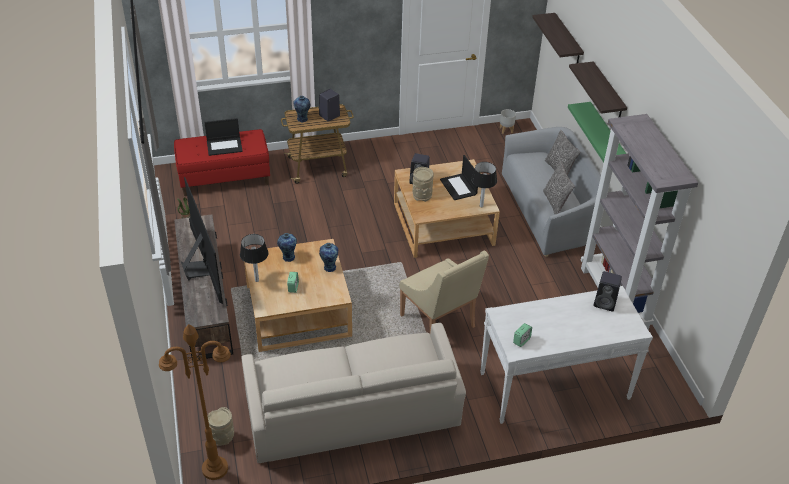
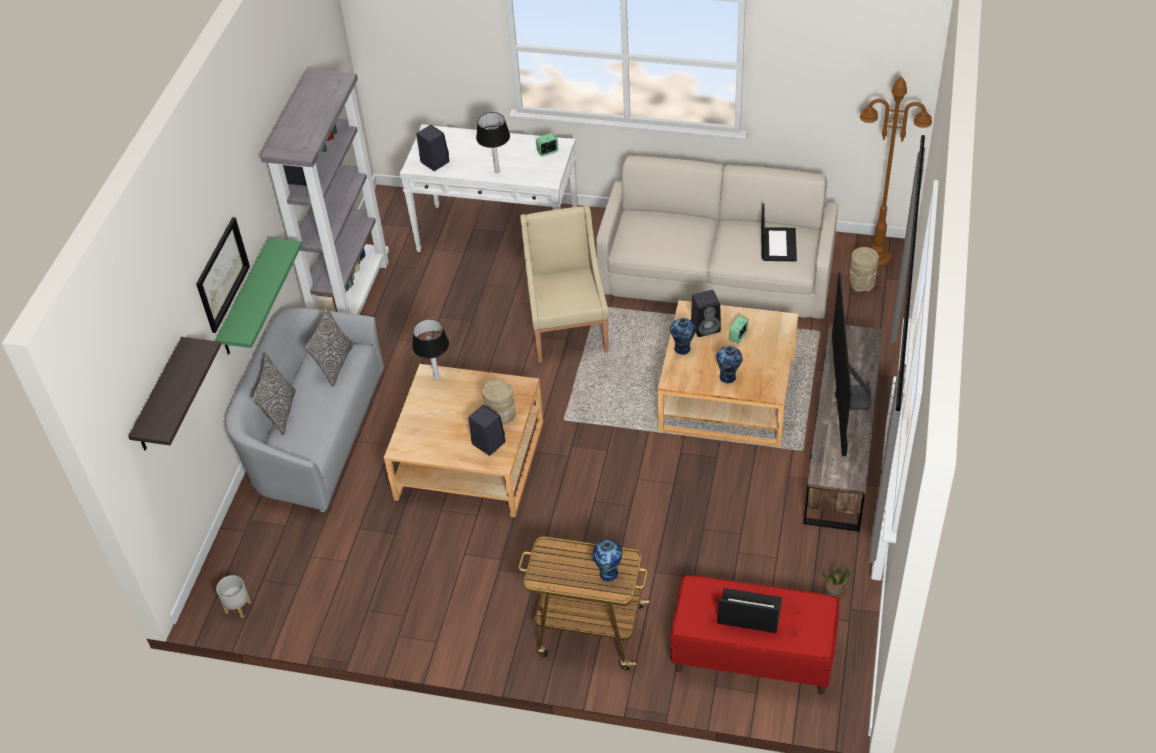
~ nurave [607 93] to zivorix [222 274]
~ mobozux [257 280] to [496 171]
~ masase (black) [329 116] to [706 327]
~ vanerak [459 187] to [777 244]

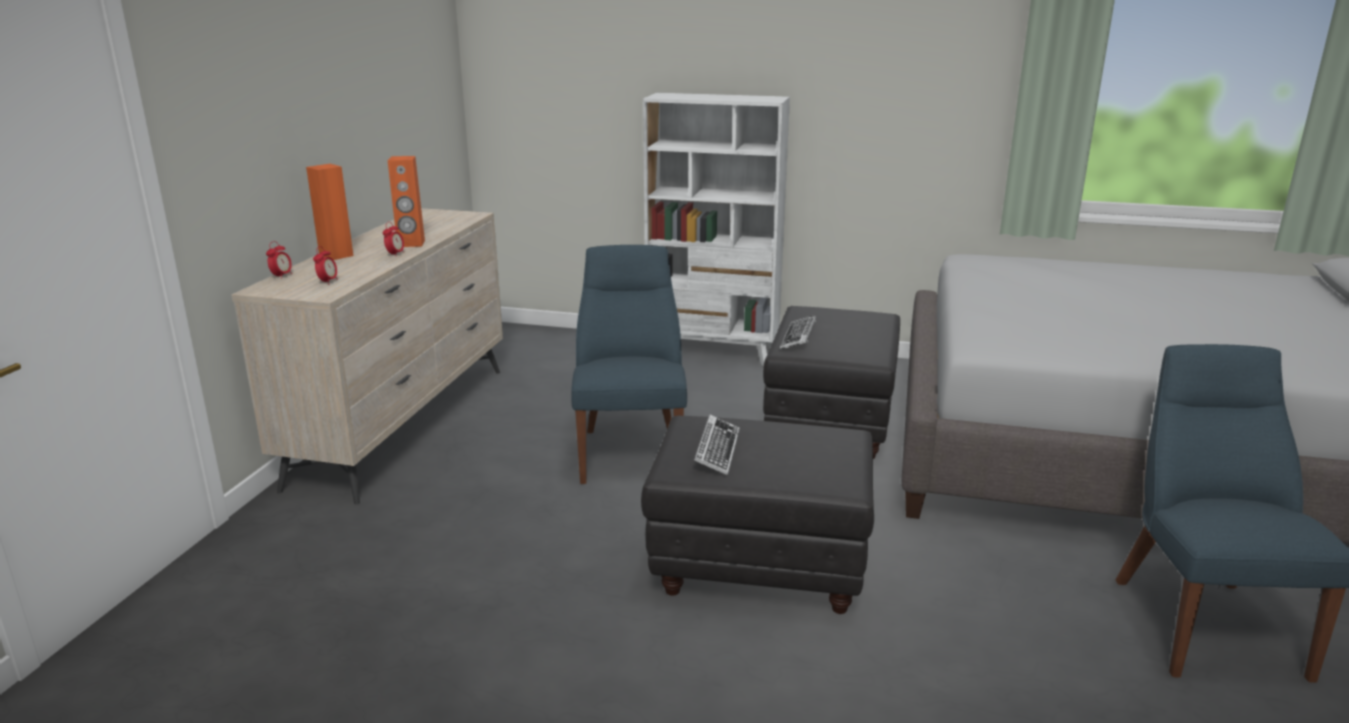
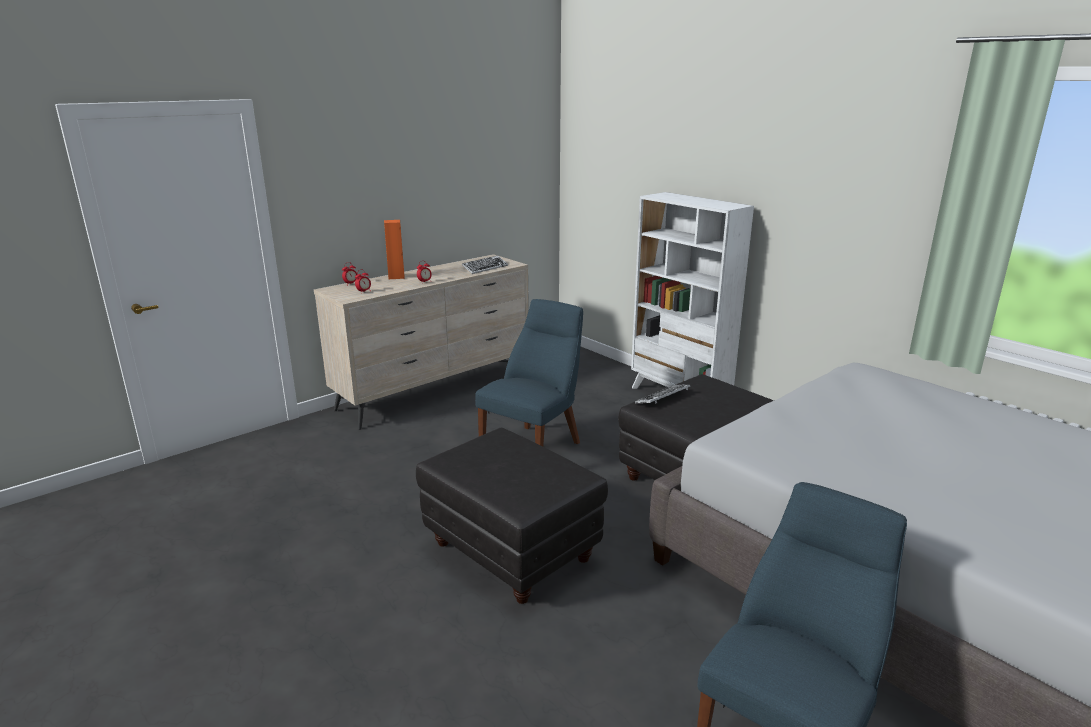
~ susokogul [716 450] to [485 268]
- masase (orange) [411 244]

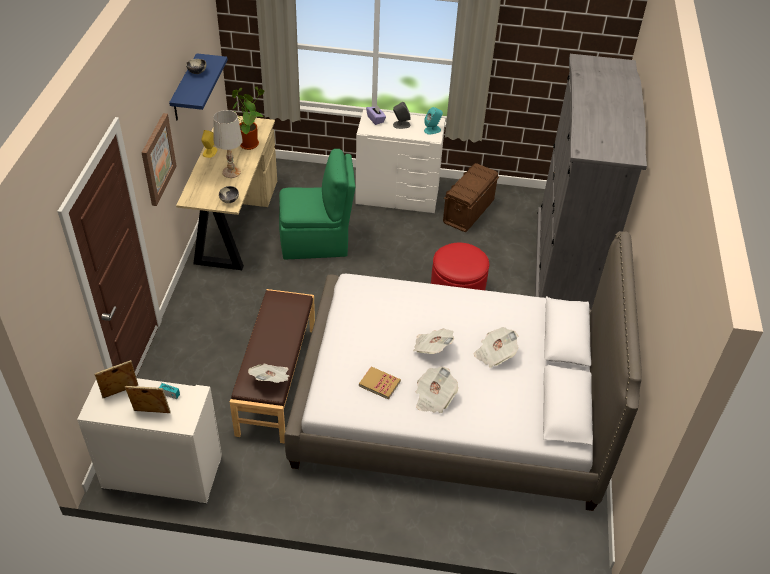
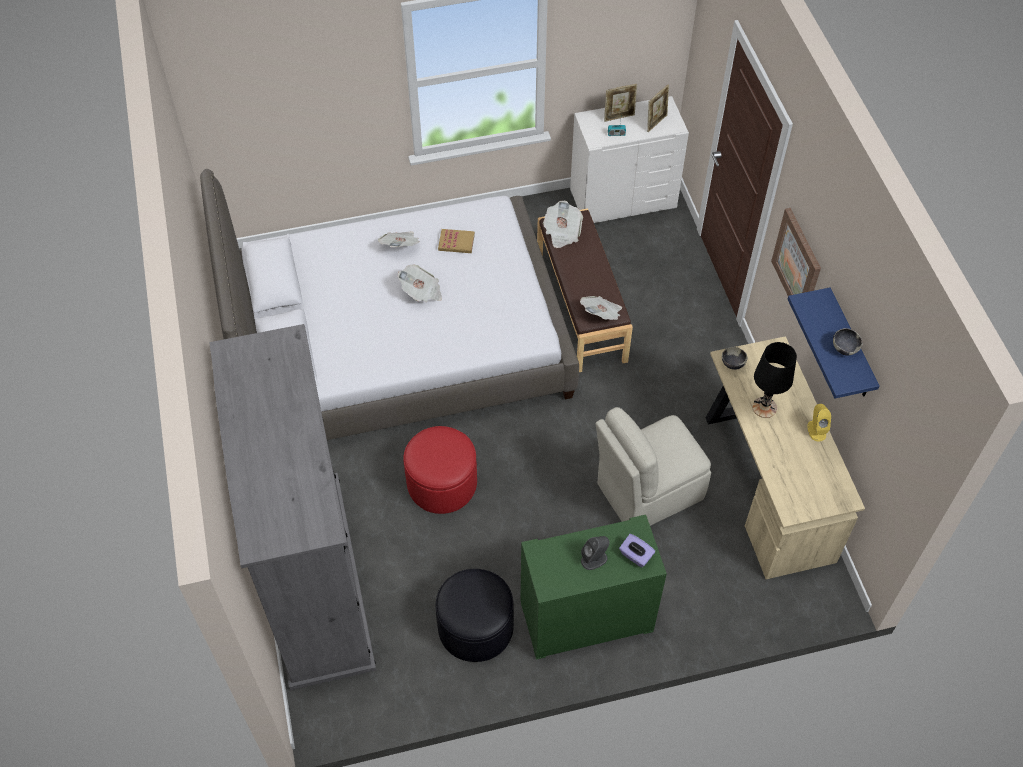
~ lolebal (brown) [468 212] to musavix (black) [475 627]
~ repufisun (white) [397 196] to repufisun (green) [586 618]
~ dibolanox [494 354] to [602 314]
~ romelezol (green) [316 242] to romelezol (beige) [647 492]
~ mobozux (white) [231 172] to mobozux (black) [764 407]
- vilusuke [248 143]
- masase (turquoise) [432 130]

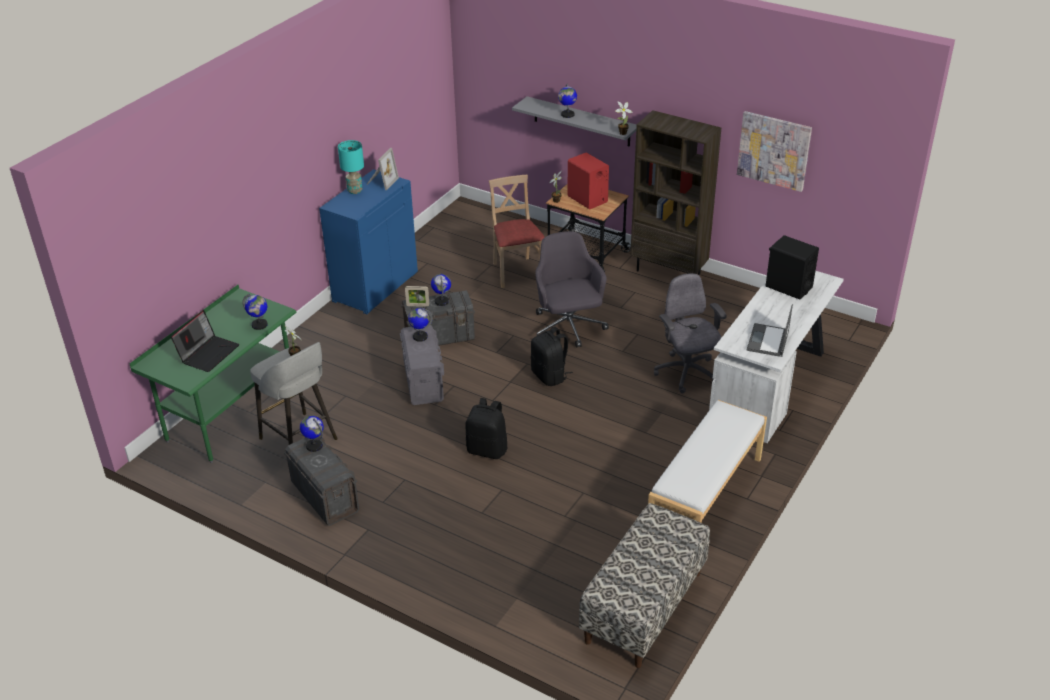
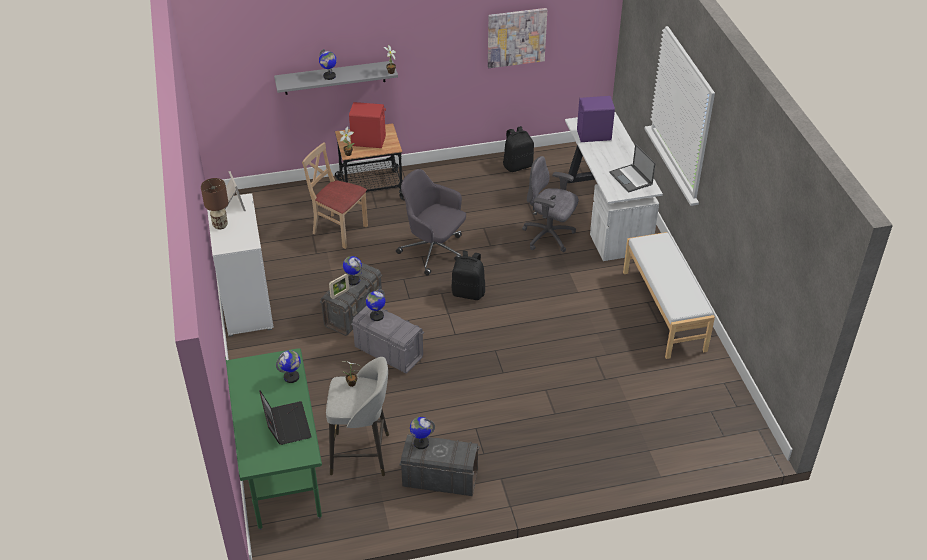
~ mobozux (turquoise) [354 191] to mobozux (brown) [220 225]
~ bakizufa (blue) [375 286] to bakizufa (white) [246 304]
~ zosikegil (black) [487 449] to [517 165]
~ masase (black) [788 287] to masase (purple) [593 135]
- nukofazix [644 607]
- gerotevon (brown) [669 272]

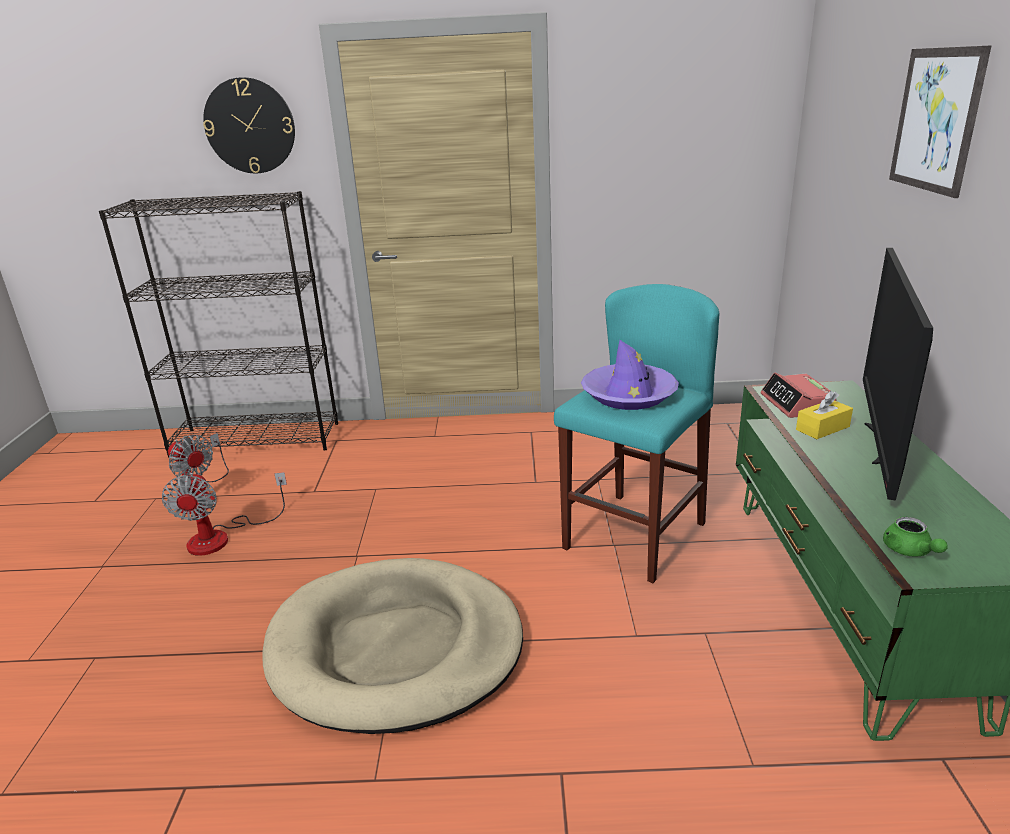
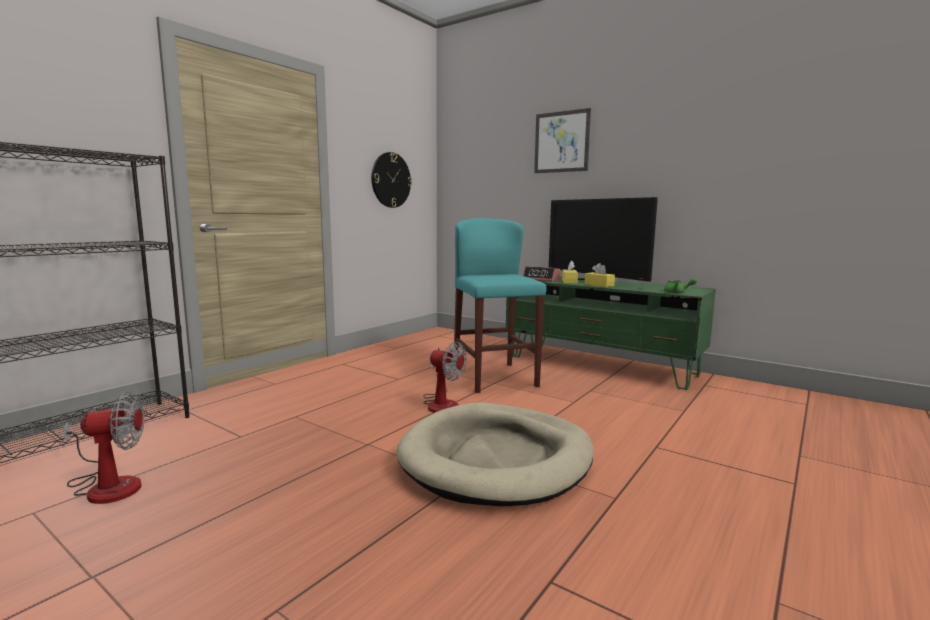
~ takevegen [250 126] to [391 180]
~ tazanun [222 537] to [441 403]
+ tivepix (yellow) [599 285]
- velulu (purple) [629 395]

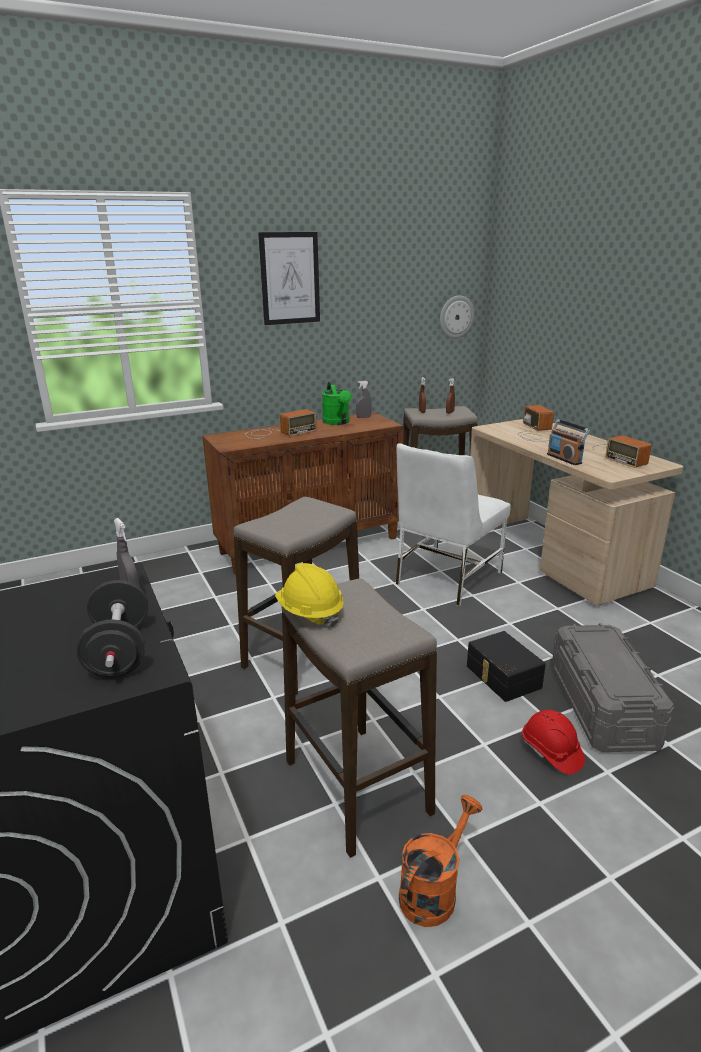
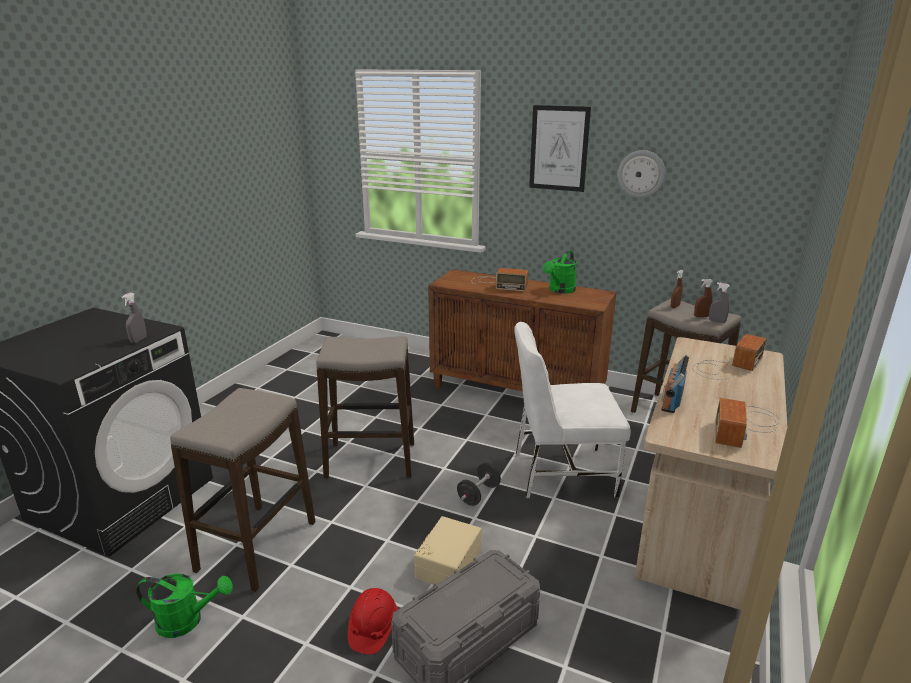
~ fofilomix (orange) [433 889] to fofilomix (green) [187 621]
~ lolebal (black) [502 677] to lolebal (beige) [447 563]
~ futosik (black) [119 652] to [478 494]
~ takevegen [456 317] to [641 174]
~ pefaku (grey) [363 417] to [717 321]
- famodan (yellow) [310 613]

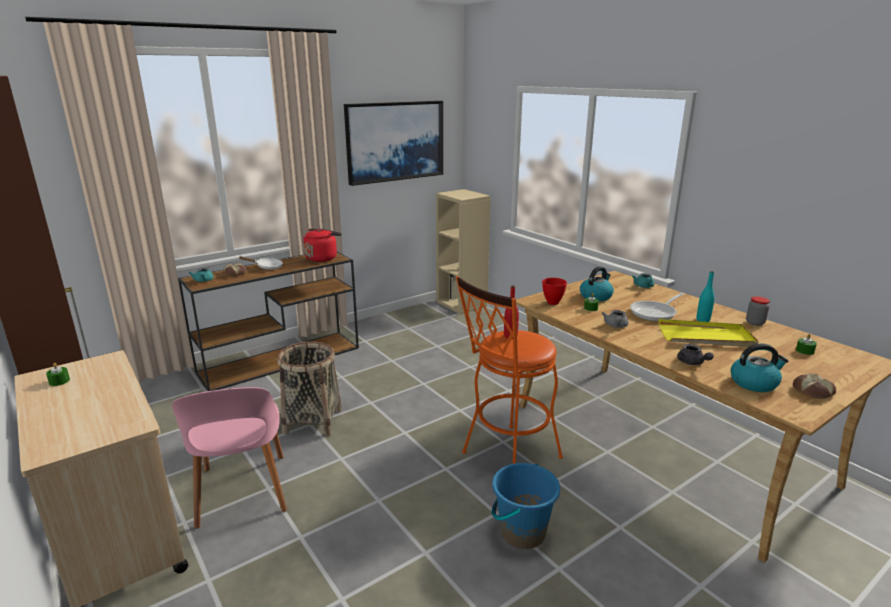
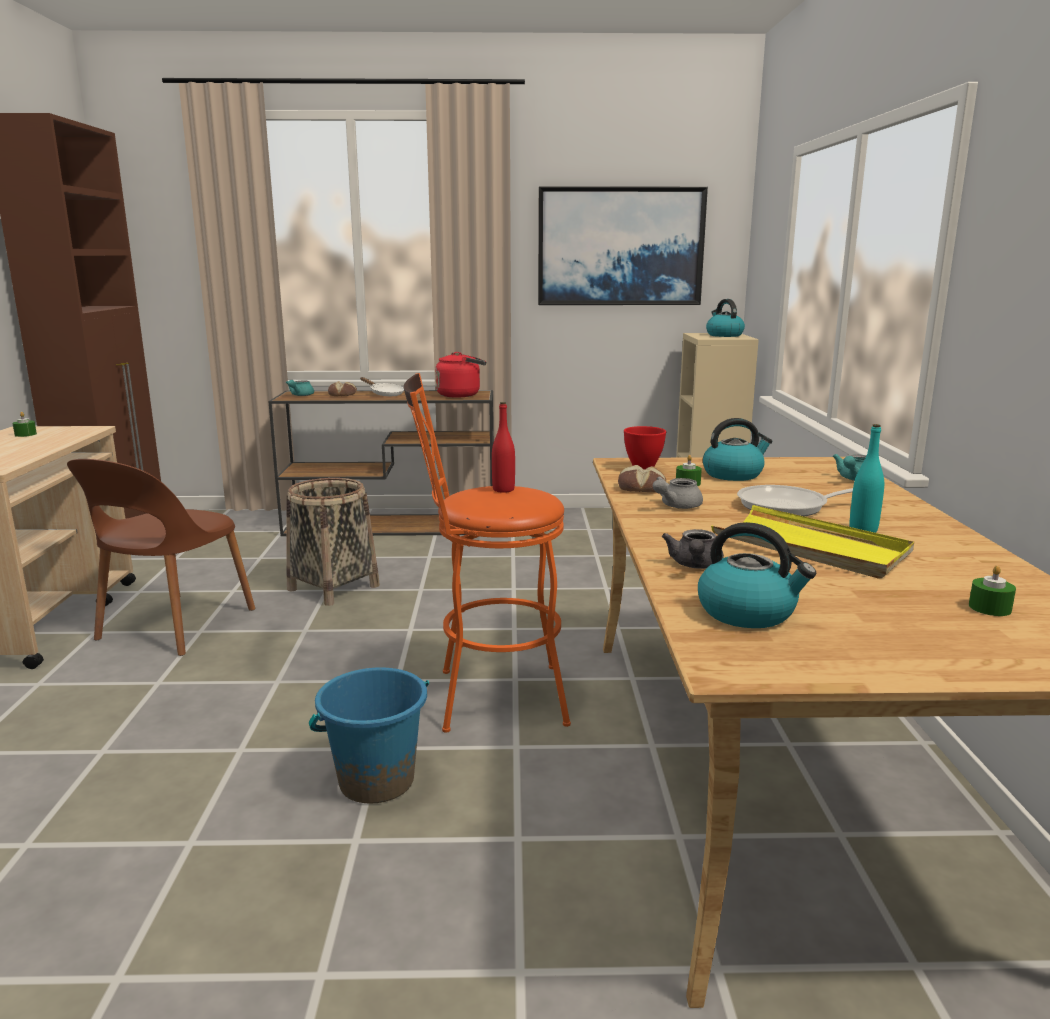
~ romelezol (pink) [242 492] to romelezol (brown) [174 626]
~ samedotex [813 391] to [640 488]
+ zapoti [724 335]
- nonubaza [755 323]

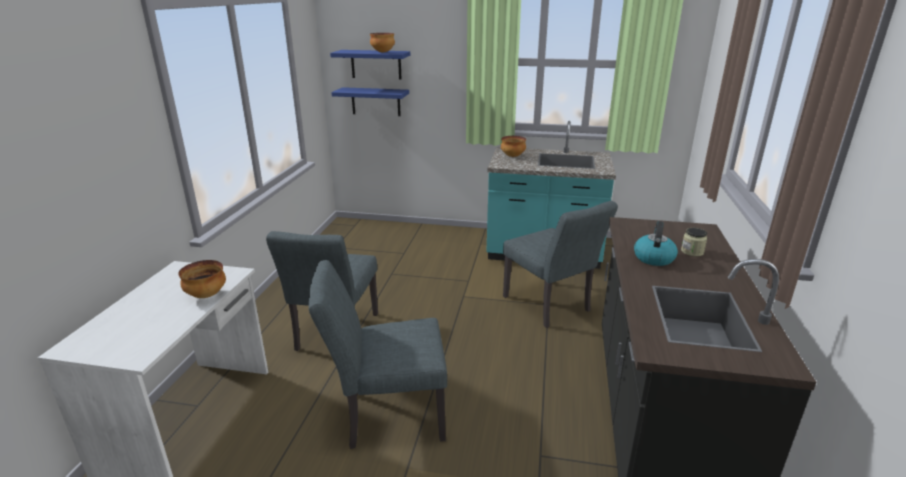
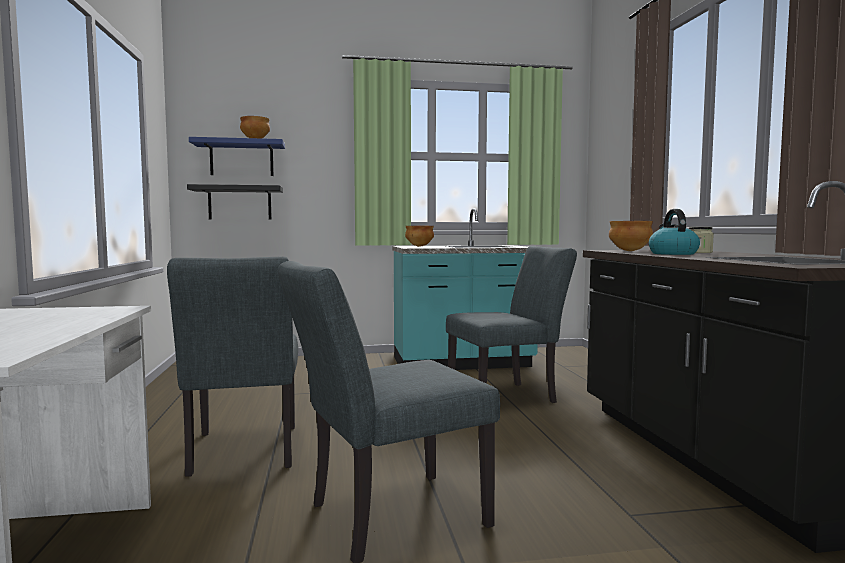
~ nurave (blue) [376 101] to nurave (black) [240 203]
~ romelezol (grey) [550 307] = [509 396] 60 degrees counterclockwise
~ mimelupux [206 295] to [629 251]

